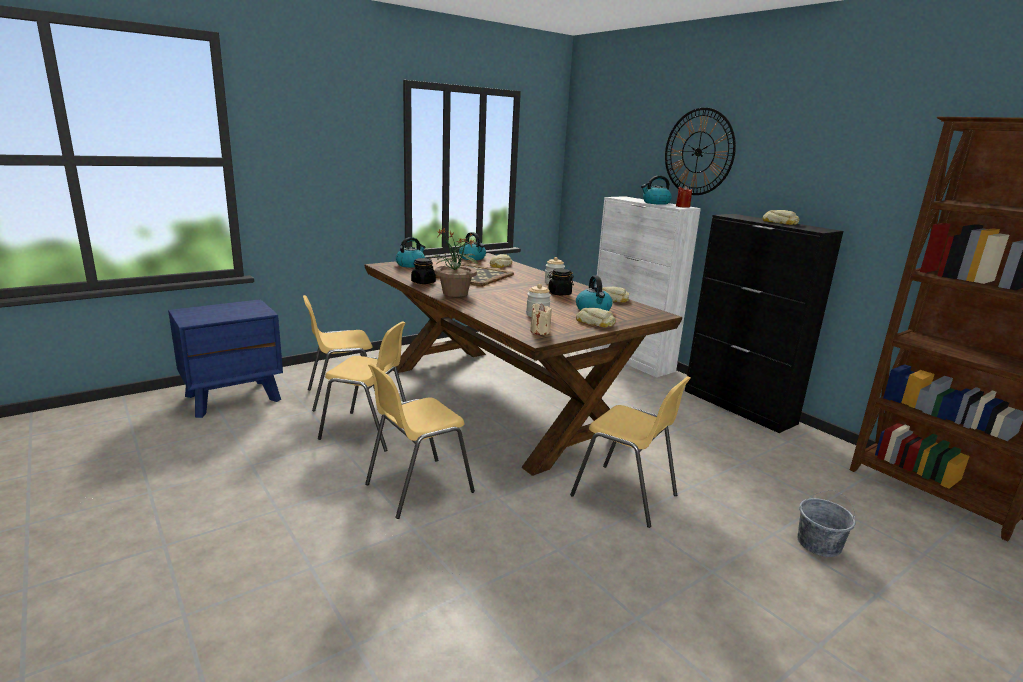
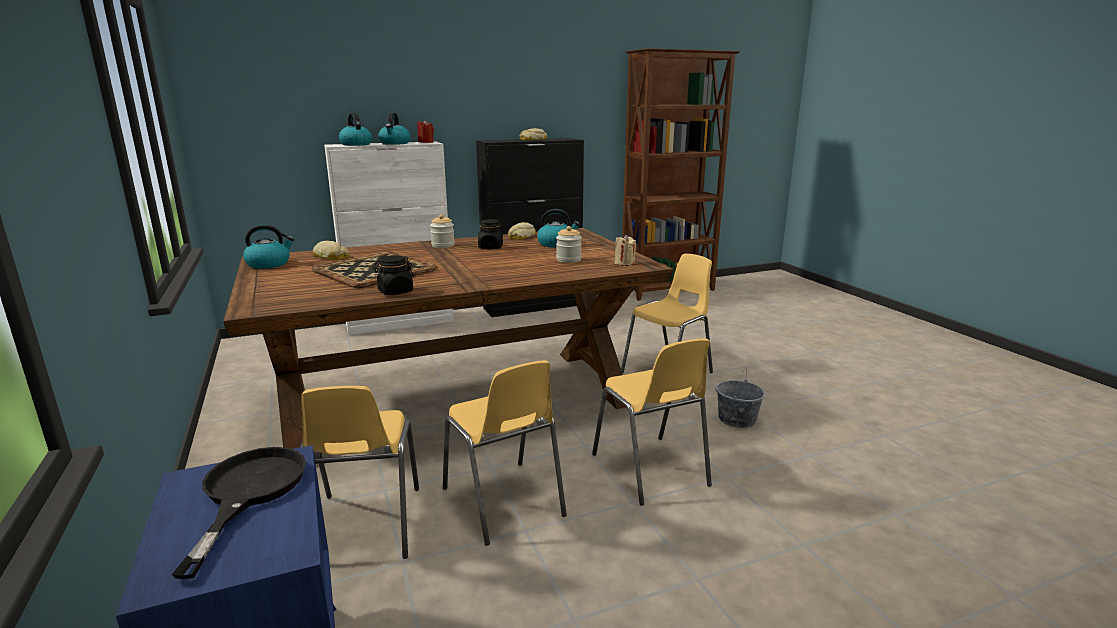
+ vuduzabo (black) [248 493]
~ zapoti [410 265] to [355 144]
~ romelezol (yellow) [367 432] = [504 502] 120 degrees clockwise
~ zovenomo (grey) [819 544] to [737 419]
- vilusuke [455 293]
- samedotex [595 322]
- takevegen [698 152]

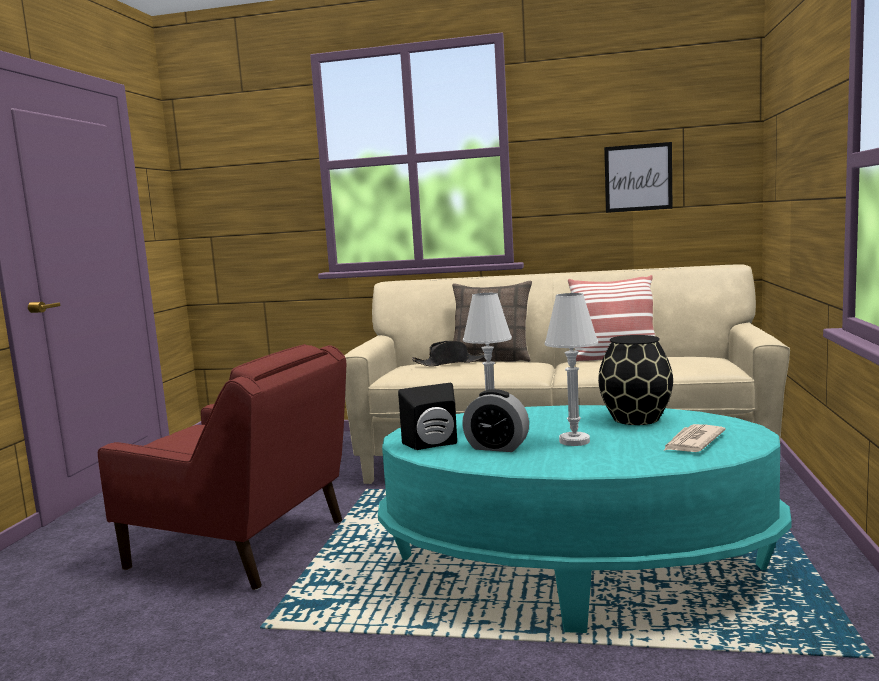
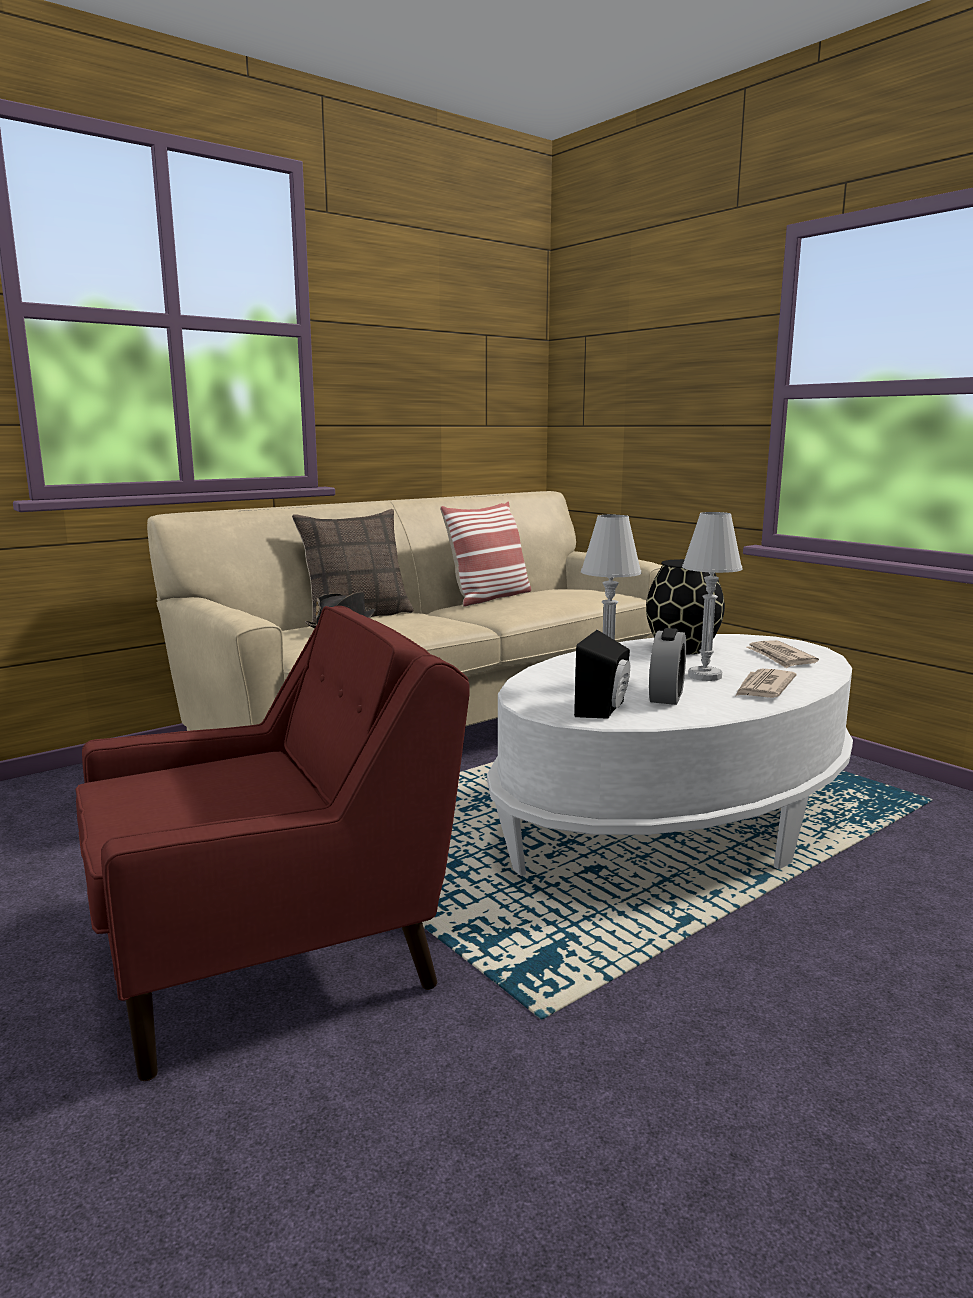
~ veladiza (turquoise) [575 570] to veladiza (white) [675 820]
~ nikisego [496 447] = [666 696] 45 degrees counterclockwise
+ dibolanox [763 687]
- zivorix [638 177]

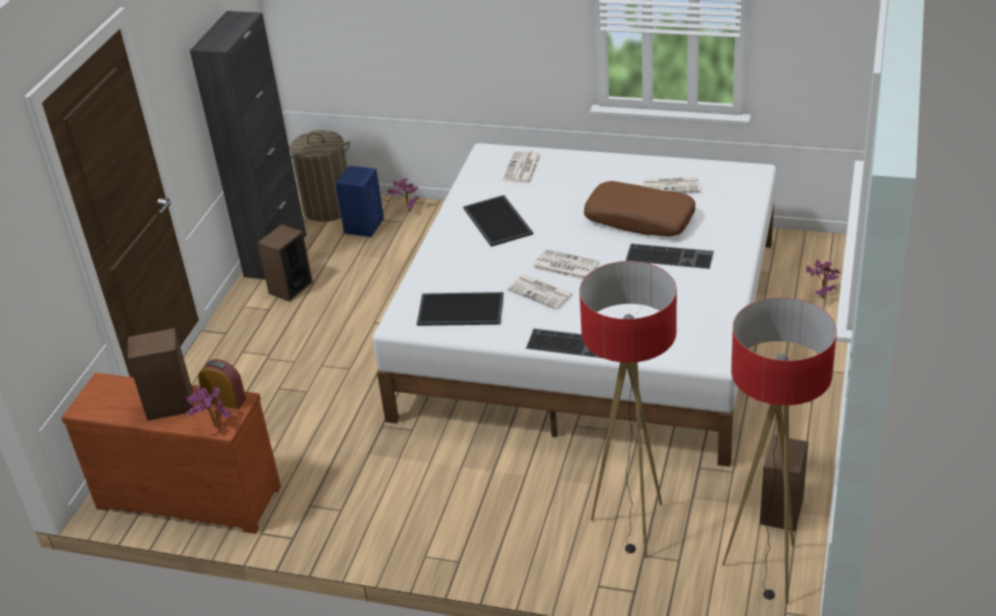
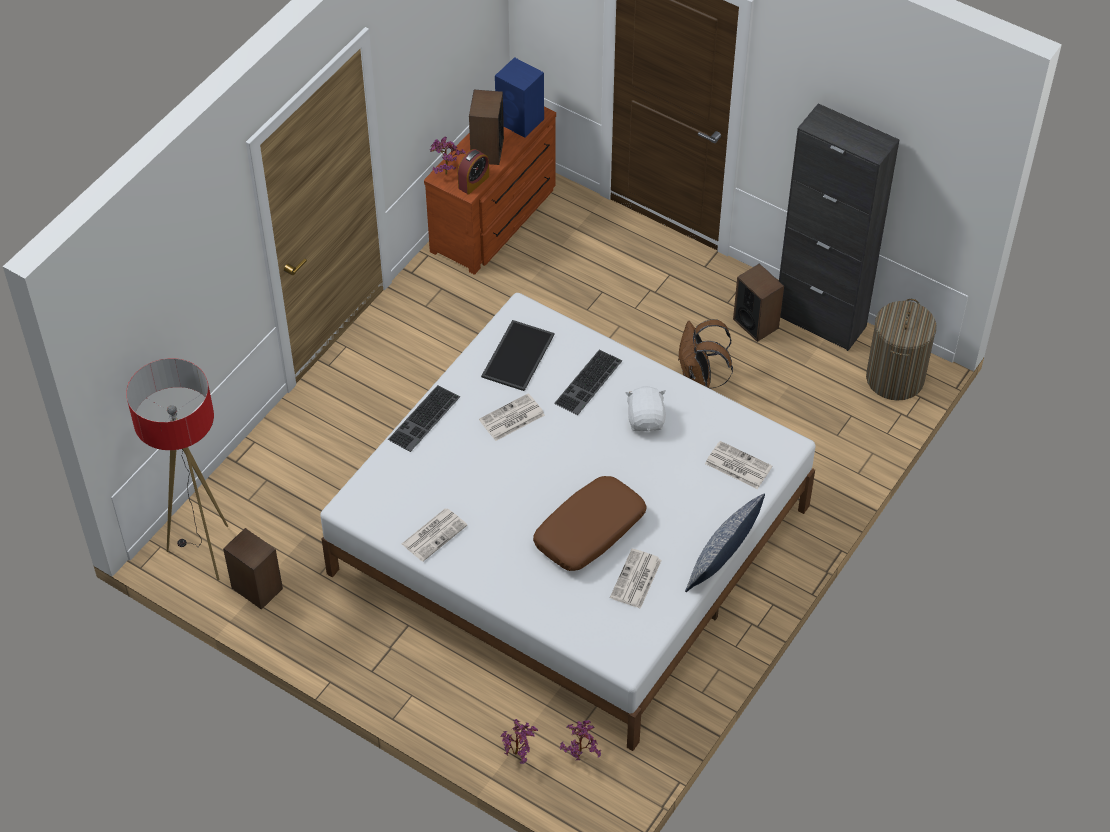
~ dibolanox [564 266] to [434 534]
~ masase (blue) [364 225] to [521 121]
~ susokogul [670 256] to [589 383]
~ vilusuke [407 211] to [580 753]
~ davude [499 221] to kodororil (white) [646 419]
+ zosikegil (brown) [699 380]
+ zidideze [723 555]
- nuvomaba [632 527]

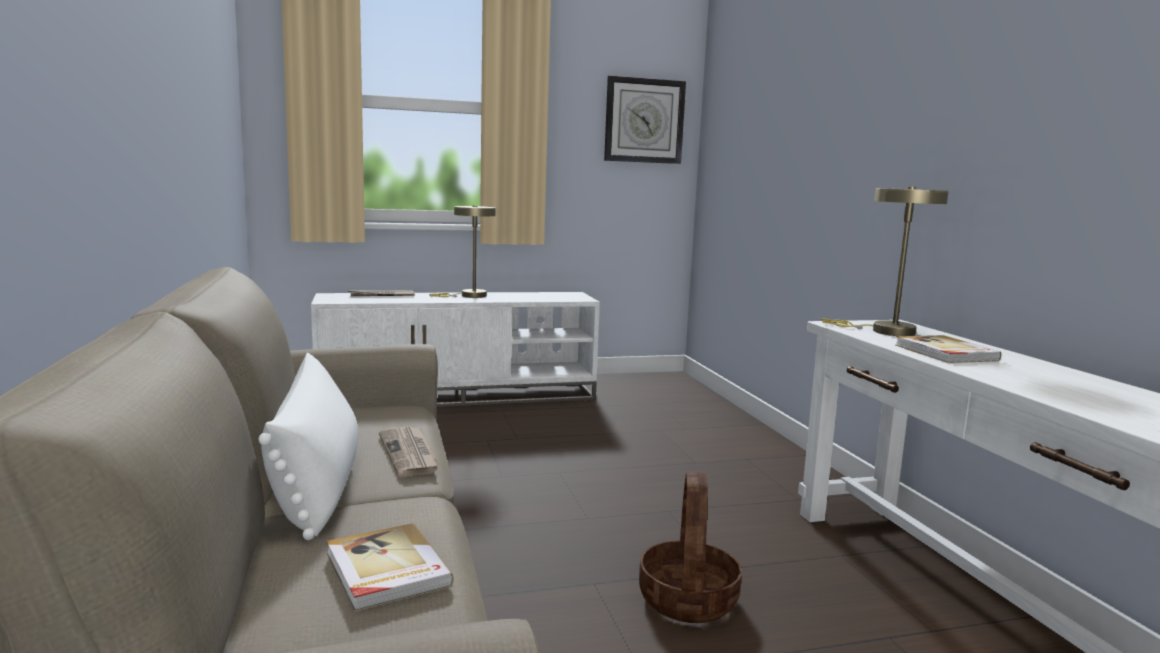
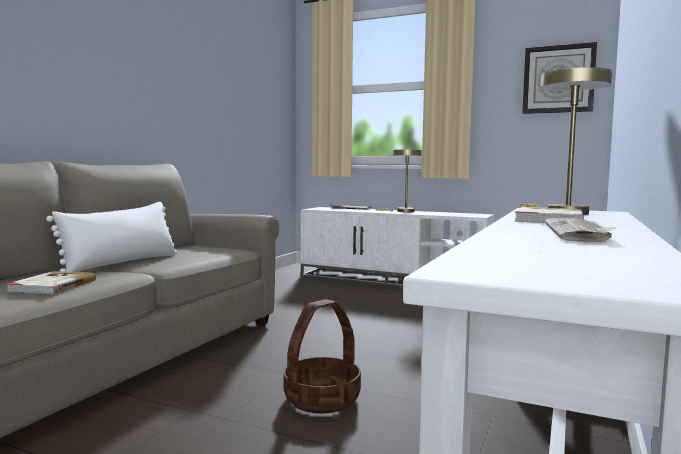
~ dibolanox [410 454] to [578 233]

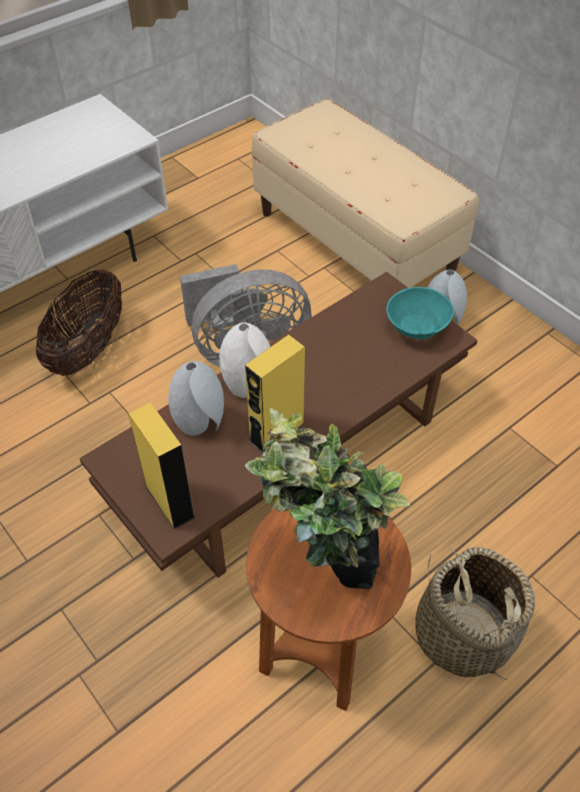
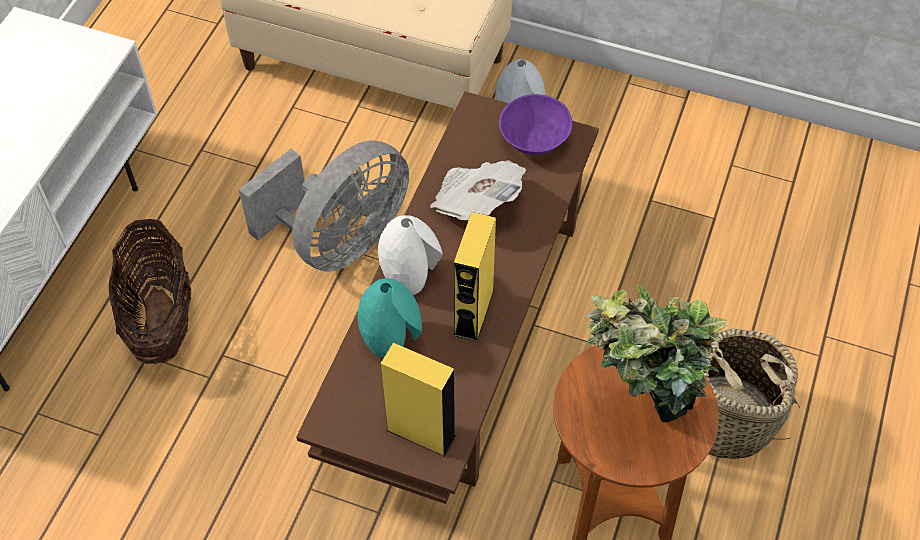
~ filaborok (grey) [200 422] to filaborok (turquoise) [392 339]
+ dibolanox [476 203]
~ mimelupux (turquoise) [416 327] to mimelupux (purple) [533 140]

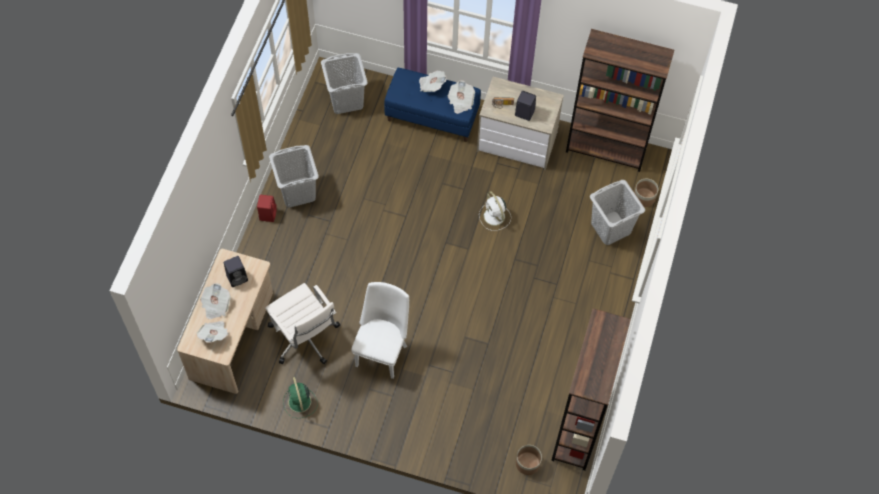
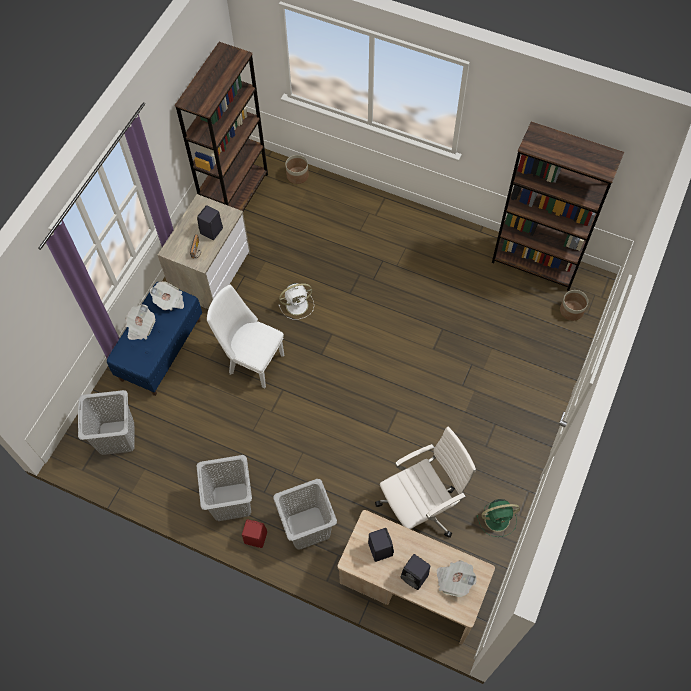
~ romelezol (white) [382 351] to [252 361]
~ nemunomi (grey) [610 228] to [308 528]
~ dibolanox [216 305] to masase (black) [415 576]

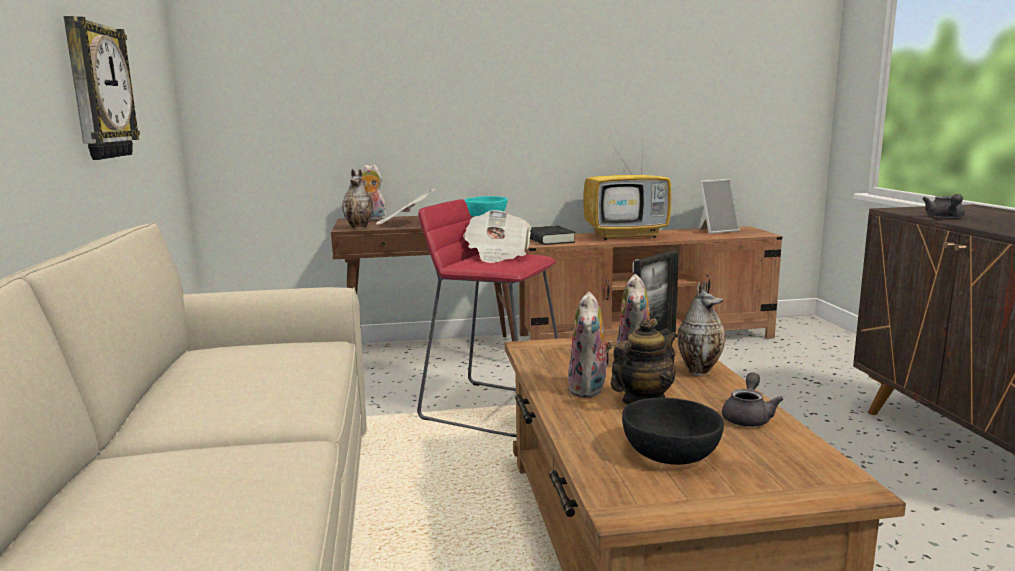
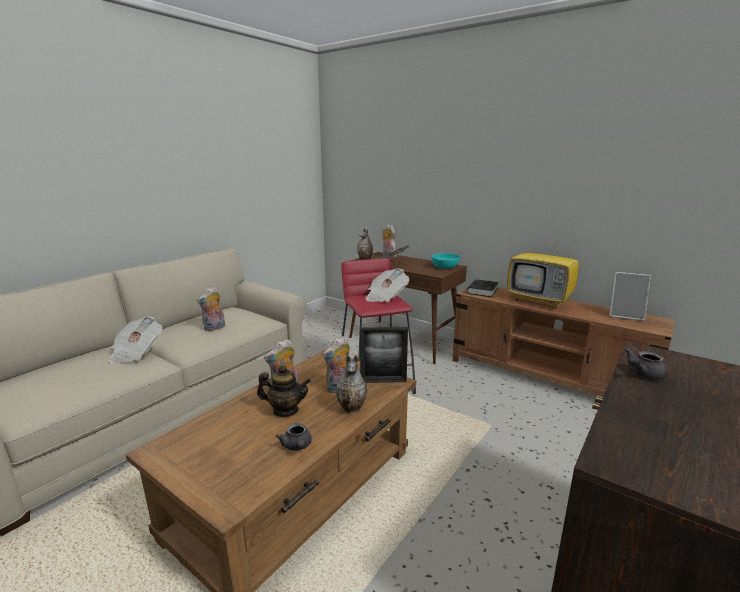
+ dibolanox [136 353]
+ kodororil [214 328]
~ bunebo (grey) [748 417] = [297 446] 90 degrees clockwise
- takevegen [98 91]
- mimelupux (black) [670 452]

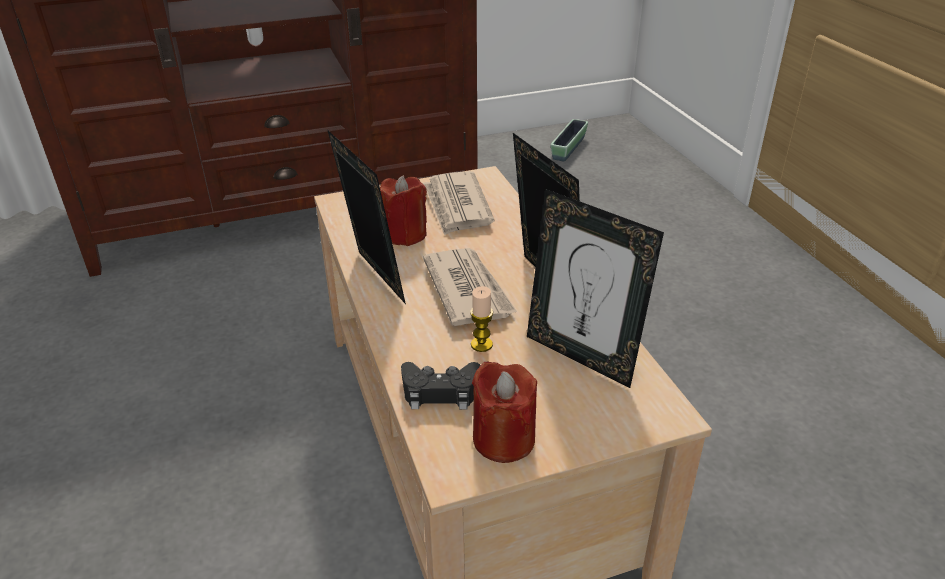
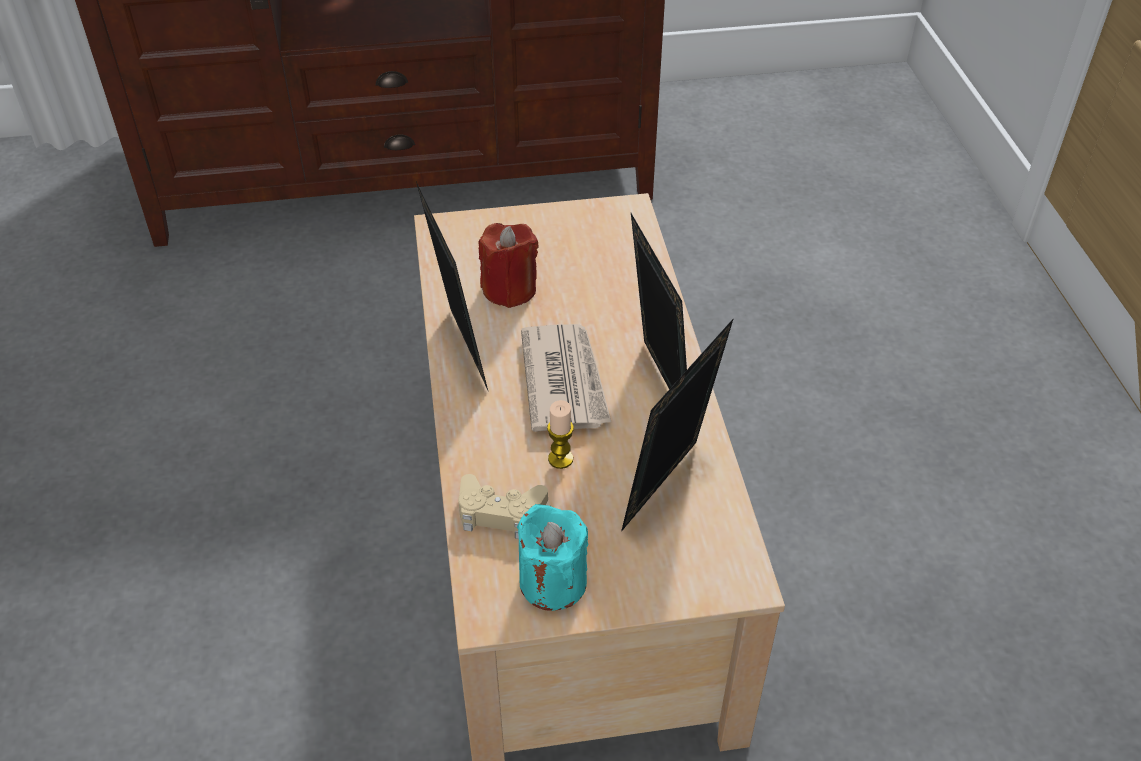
~ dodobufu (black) [440 391] to dodobufu (beige) [500 513]
~ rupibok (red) [503 439] to rupibok (turquoise) [553 582]
~ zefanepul [582 356] = [669 490] 75 degrees clockwise
- dibolanox [457 206]
- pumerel [568 148]

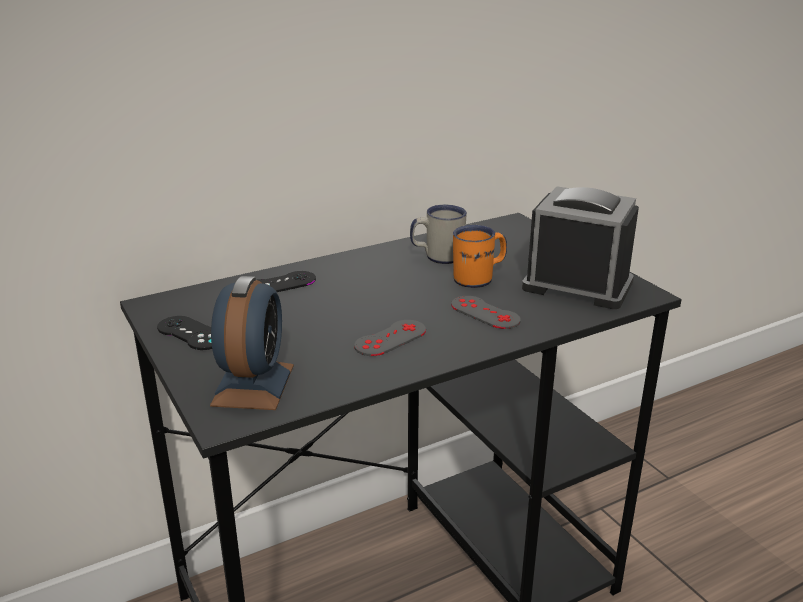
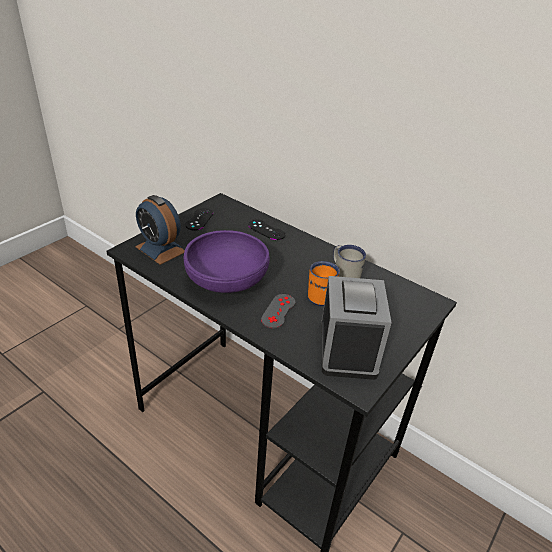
~ nikisego [253 385] = [160 249] 60 degrees clockwise
~ dodobufu (grey) [390 338] to mimelupux (purple) [226 280]

